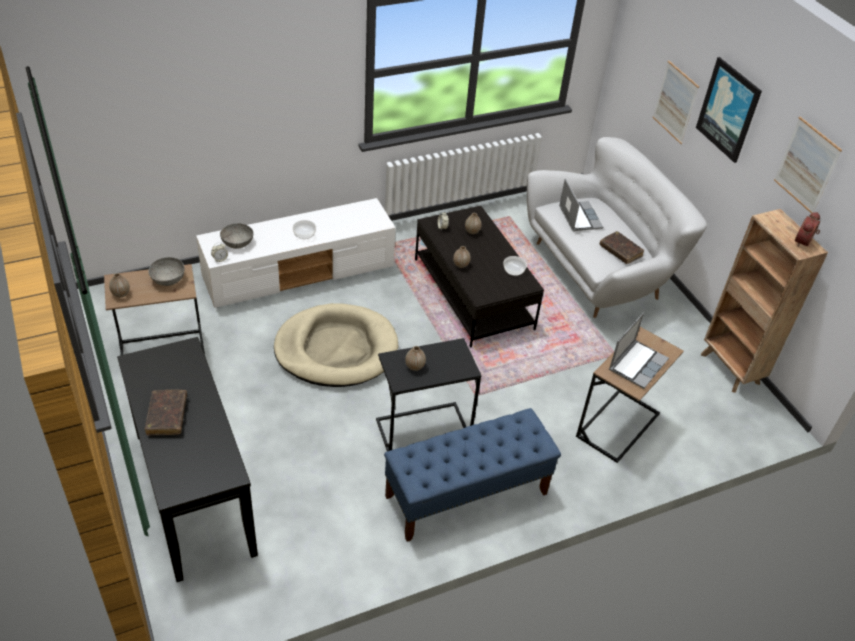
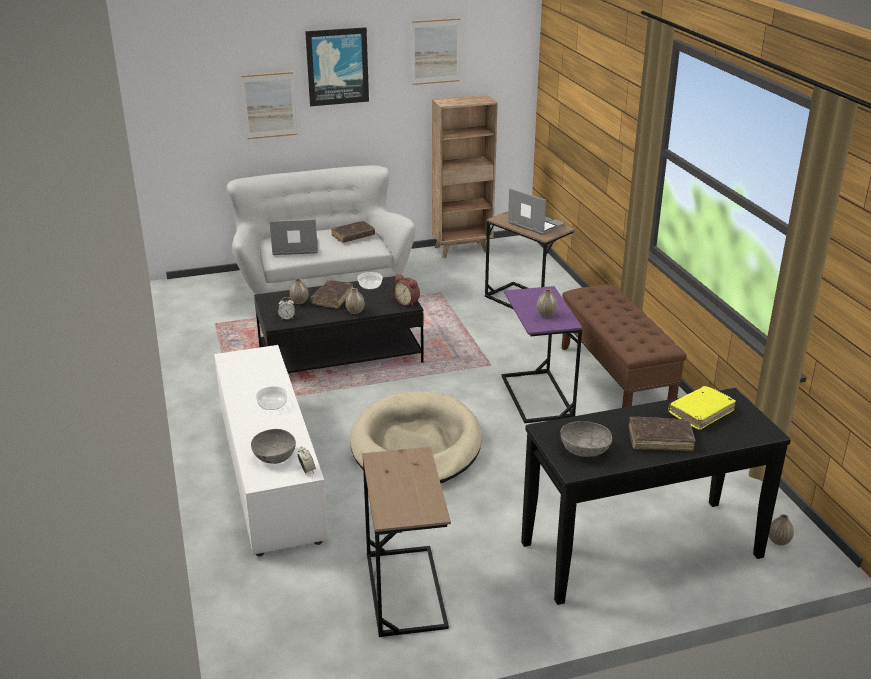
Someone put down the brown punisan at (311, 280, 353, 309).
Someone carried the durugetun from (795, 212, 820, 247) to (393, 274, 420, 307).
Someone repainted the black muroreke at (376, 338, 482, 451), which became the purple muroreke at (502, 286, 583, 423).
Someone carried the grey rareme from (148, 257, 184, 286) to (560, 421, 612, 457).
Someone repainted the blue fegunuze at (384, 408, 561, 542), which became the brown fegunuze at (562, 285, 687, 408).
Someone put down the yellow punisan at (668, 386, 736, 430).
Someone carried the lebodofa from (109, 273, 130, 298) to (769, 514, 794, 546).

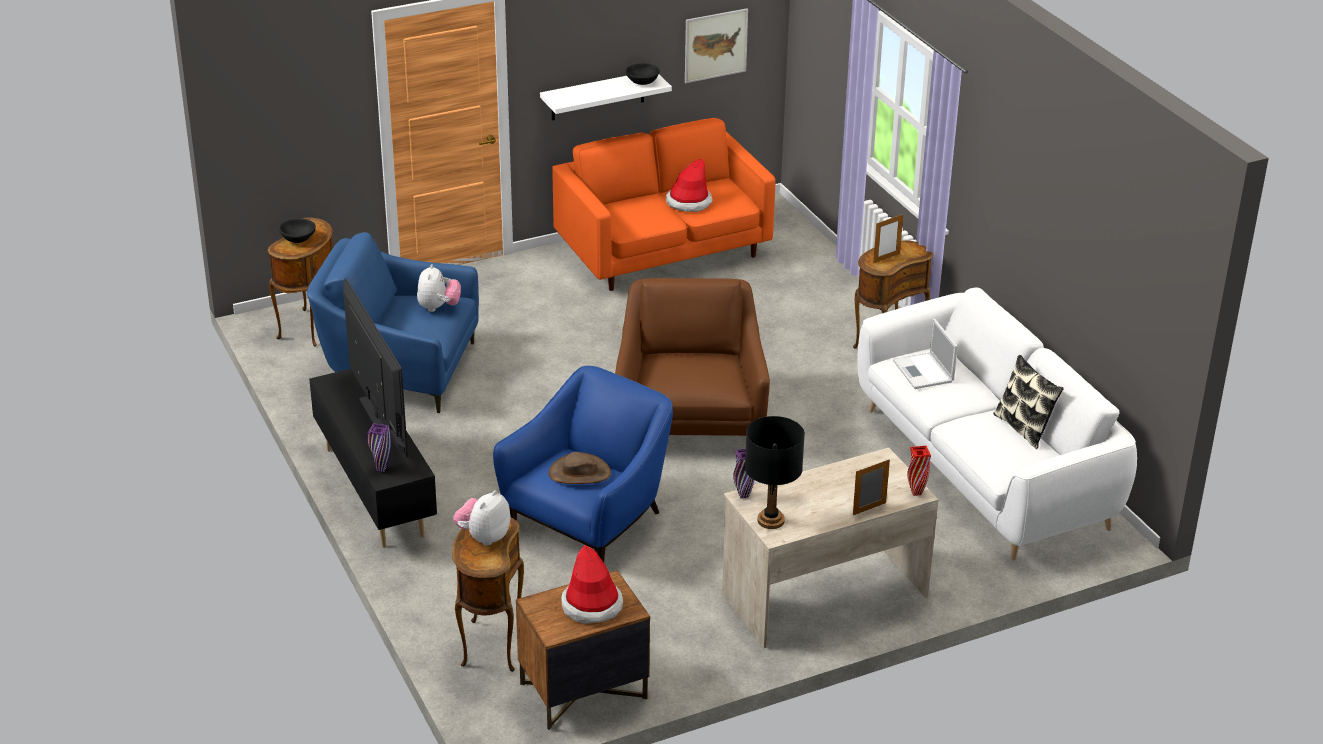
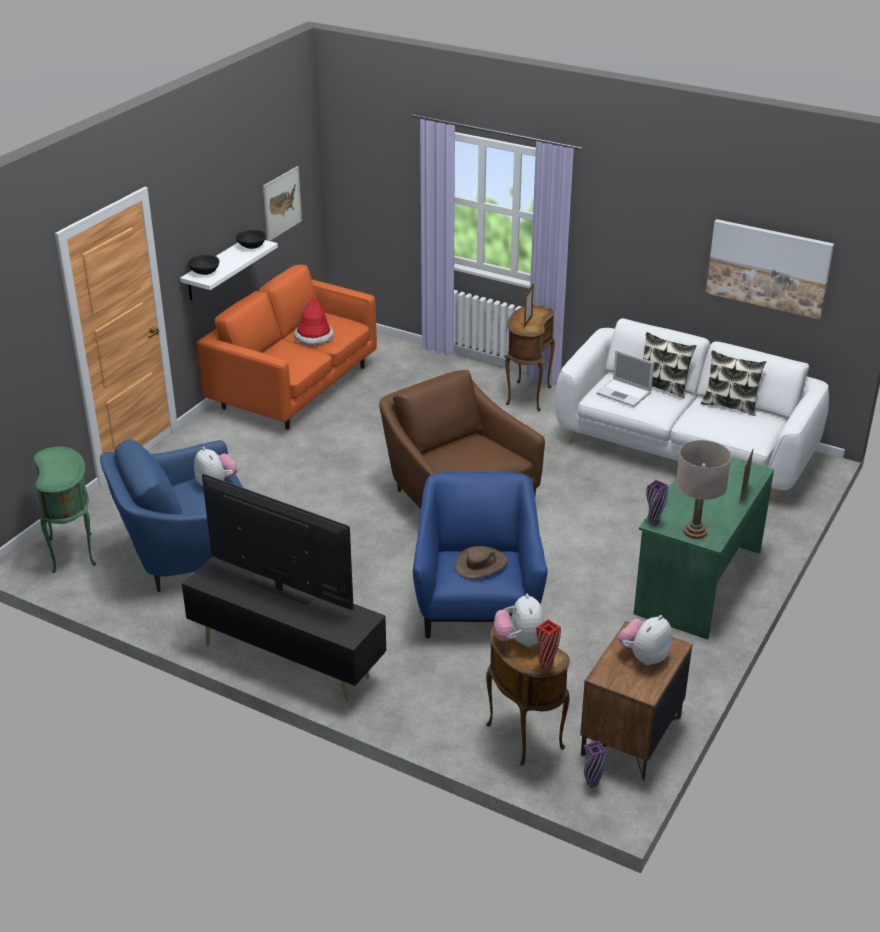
Someone repainted the brown muroreke at (268, 218, 333, 347), which became the green muroreke at (33, 447, 96, 573).
Someone carried the black rareme from (279, 218, 316, 243) to (188, 255, 219, 275).
Someone carried the red lebodofa from (907, 446, 931, 496) to (536, 620, 561, 671).
Someone carried the purple lebodofa from (367, 423, 391, 472) to (584, 741, 607, 788).
Someone swapped the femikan at (561, 545, 623, 624) for the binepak at (618, 615, 672, 665).
Someone repainted the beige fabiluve at (722, 448, 939, 648), which became the green fabiluve at (634, 457, 774, 640).
Someone put down the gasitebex at (643, 332, 697, 398).
Someone repainted the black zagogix at (745, 416, 805, 529), which became the beige zagogix at (676, 440, 731, 539).
Someone put up the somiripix at (706, 219, 834, 320).

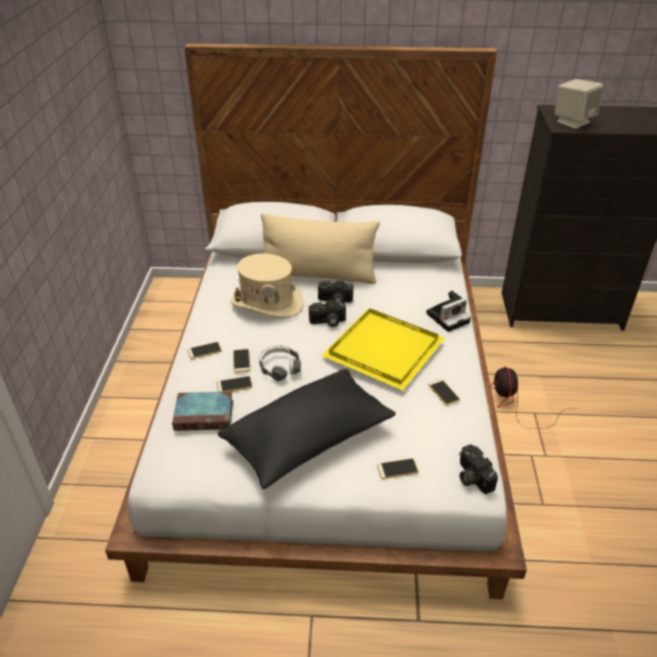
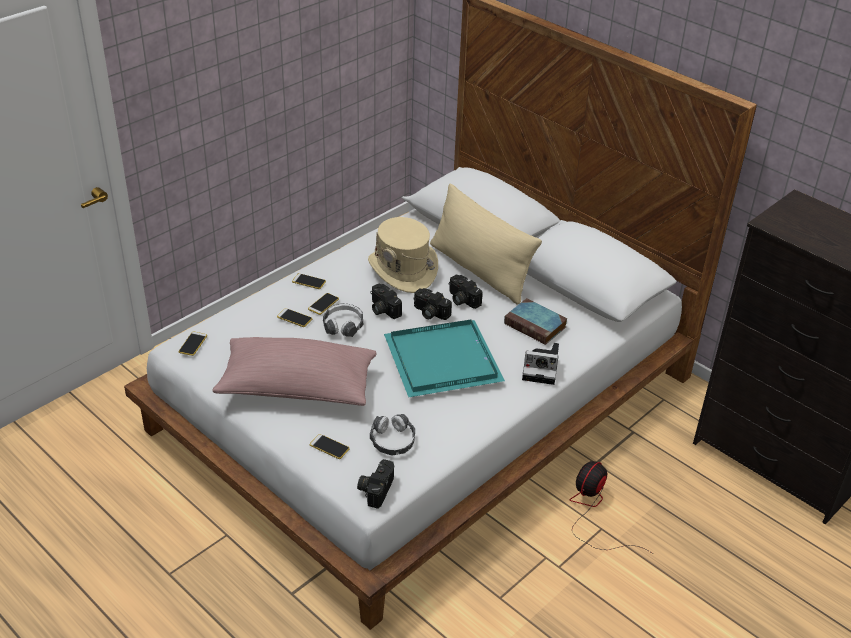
Someone carried the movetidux from (428, 379, 460, 405) to (178, 332, 207, 356).
Someone repainted the black gasitebex at (218, 369, 396, 489), which became the pink gasitebex at (213, 337, 377, 406).
Someone put down the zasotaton at (370, 284, 402, 319).
Someone put down the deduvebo at (370, 414, 415, 456).
Someone repainted the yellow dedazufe at (321, 308, 445, 390), which became the turquoise dedazufe at (384, 320, 505, 397).
Someone carried the punisan from (172, 392, 233, 431) to (504, 298, 568, 345).
Someone took away the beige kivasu at (555, 79, 603, 129).

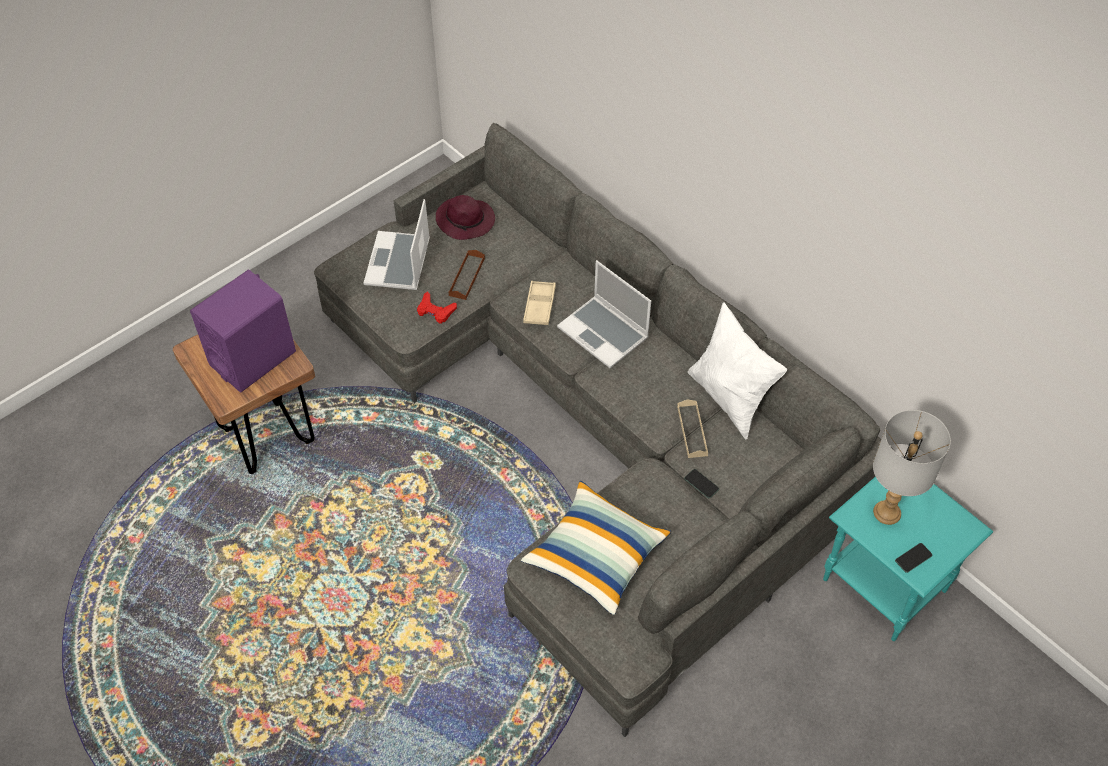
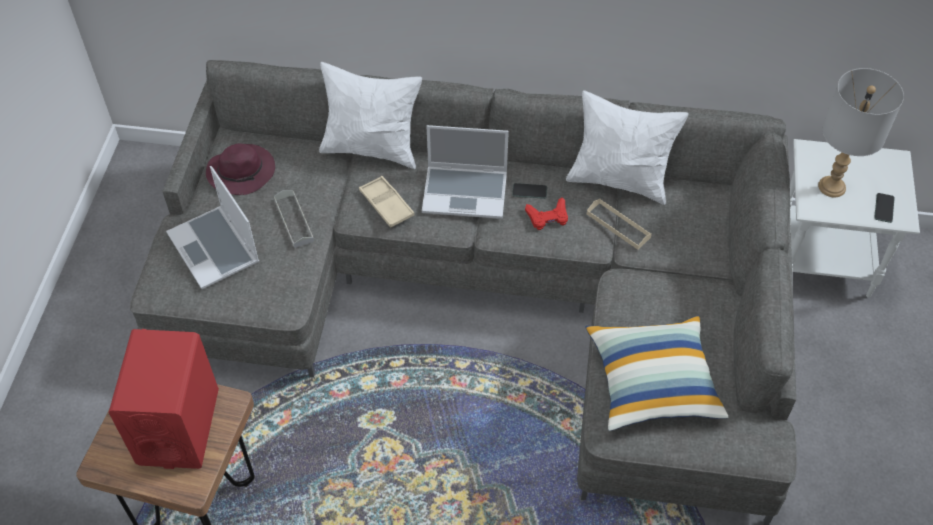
Someone repainted the purple kivasu at (190, 270, 296, 392), which became the red kivasu at (108, 329, 219, 469).
Someone repainted the brown dedazufe at (449, 250, 485, 300), which became the grey dedazufe at (274, 190, 314, 248).
Someone put down the white gasitebex at (319, 62, 422, 169).
Someone carried the movetidux from (684, 469, 719, 498) to (512, 183, 547, 199).
Someone carried the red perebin from (417, 292, 457, 324) to (525, 198, 568, 230).
Someone repainted the turquoise muroreke at (823, 476, 994, 641), which became the white muroreke at (790, 139, 920, 298).

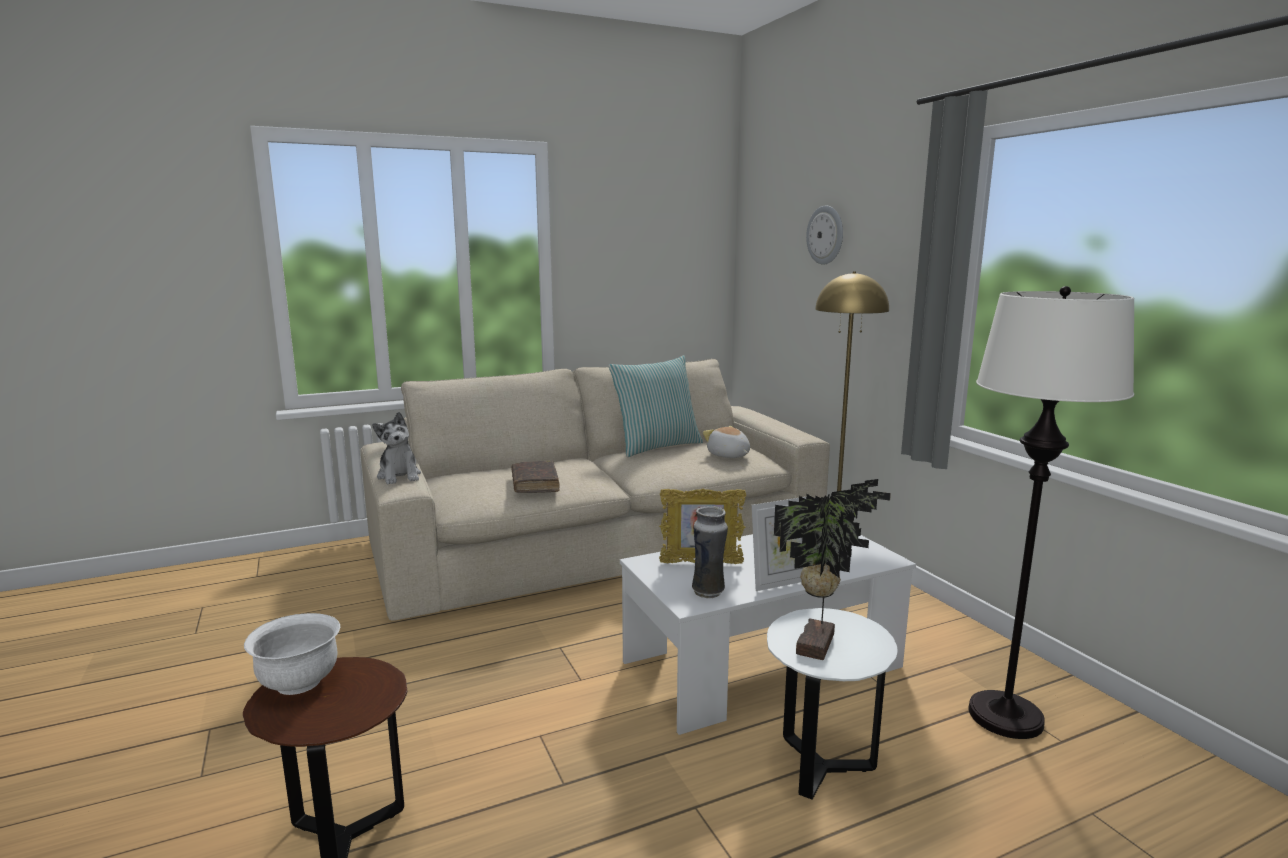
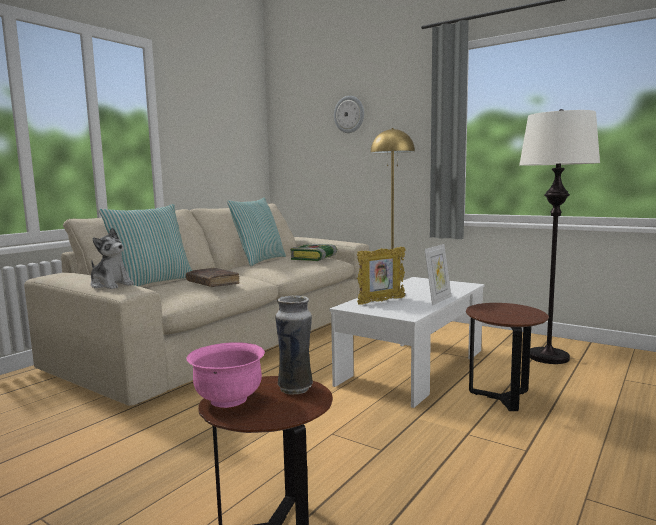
Someone put down the gasitebex at (99, 204, 192, 286).
Someone repainted the white rareme at (244, 613, 340, 695), which became the pink rareme at (187, 342, 265, 408).
Someone carried the lebodofa from (692, 506, 728, 598) to (276, 295, 313, 395).
Someone swapped the binepak at (703, 426, 750, 458) for the punisan at (291, 244, 337, 261).
Someone repainted the white muroreke at (767, 608, 897, 800), which became the brown muroreke at (466, 303, 549, 411).
Someone took away the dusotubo at (774, 479, 891, 660).

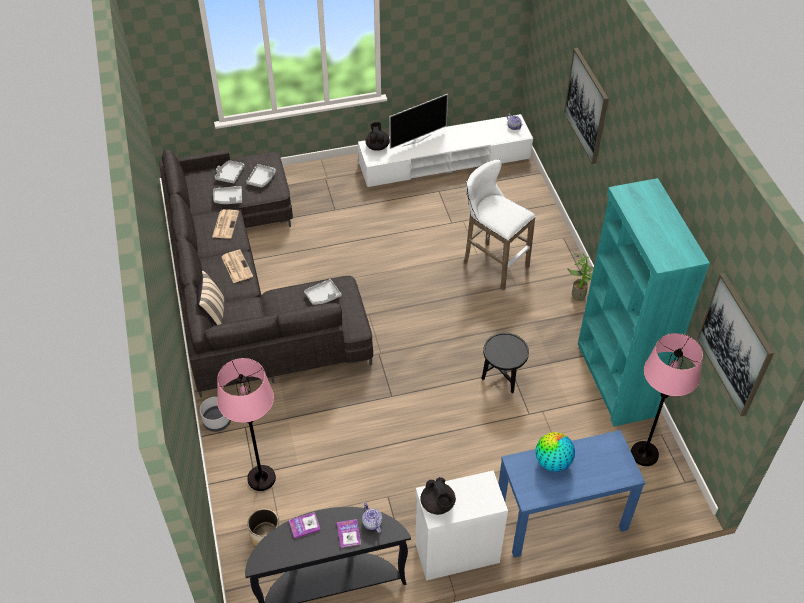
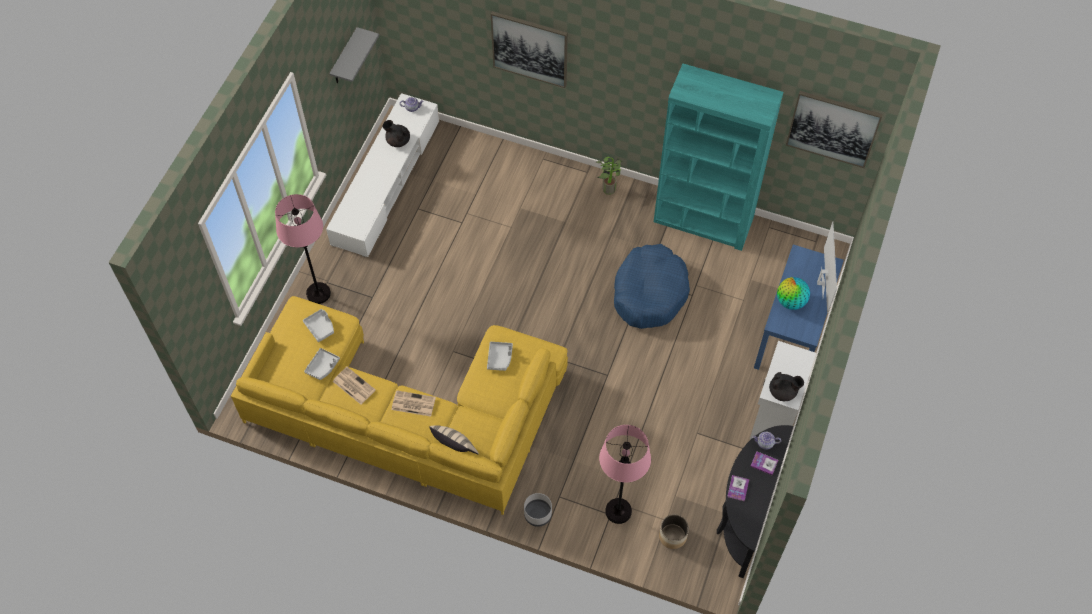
Someone repainted the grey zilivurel at (159, 149, 373, 398), which became the yellow zilivurel at (231, 296, 568, 515).
Someone carried the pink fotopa from (631, 333, 703, 466) to (275, 194, 331, 304).
Someone put up the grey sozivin at (329, 27, 379, 83).
Someone carried the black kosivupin from (366, 122, 390, 151) to (383, 120, 410, 147).
Someone swapped the black muroreke at (482, 333, 529, 393) for the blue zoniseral at (614, 244, 690, 329).
Someone carried the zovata from (389, 94, 448, 149) to (817, 222, 837, 313).
Someone took away the grey dedazufe at (215, 160, 244, 183).
Someone took away the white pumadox at (464, 159, 536, 290).

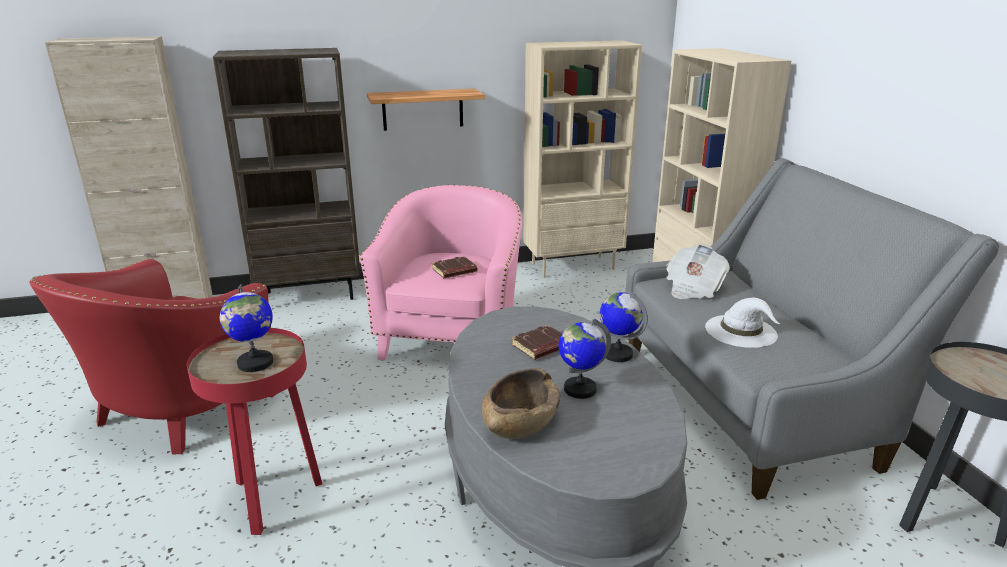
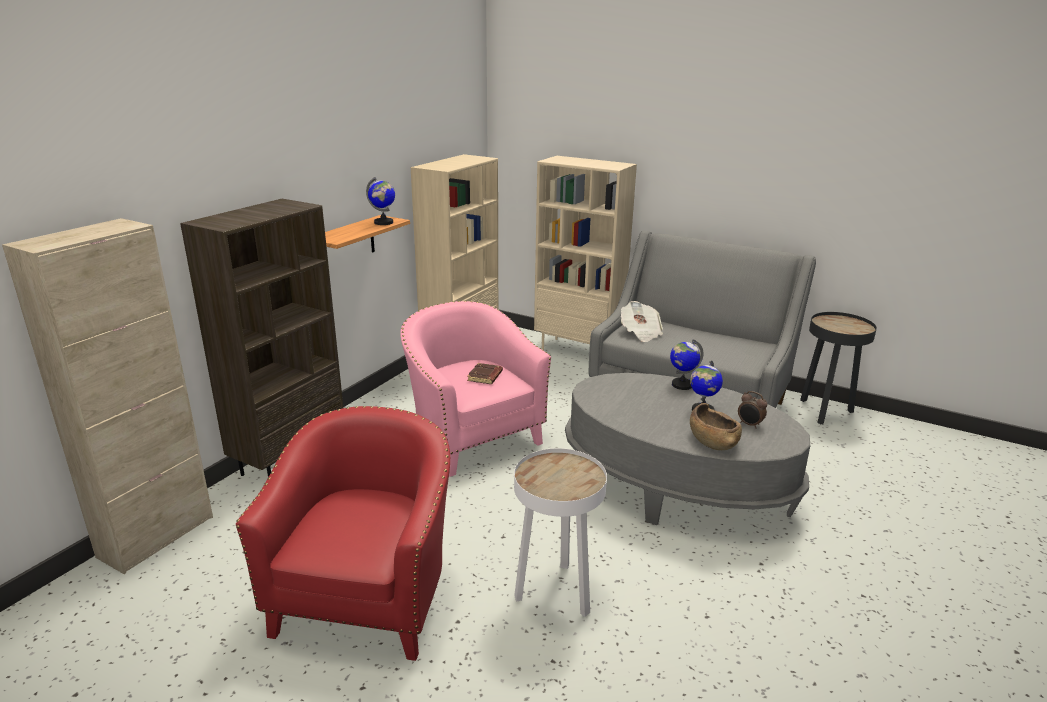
Someone rotated the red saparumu at (29, 259, 275, 455) by 150 degrees counterclockwise.
Someone carried the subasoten from (220, 284, 273, 372) to (366, 177, 395, 225).
Someone repainted the red muroreke at (187, 328, 322, 535), which became the white muroreke at (514, 448, 607, 617).
Someone put down the durugetun at (738, 391, 767, 429).
Someone took away the brown punisan at (512, 325, 562, 360).
Someone took away the white femikan at (705, 297, 780, 348).

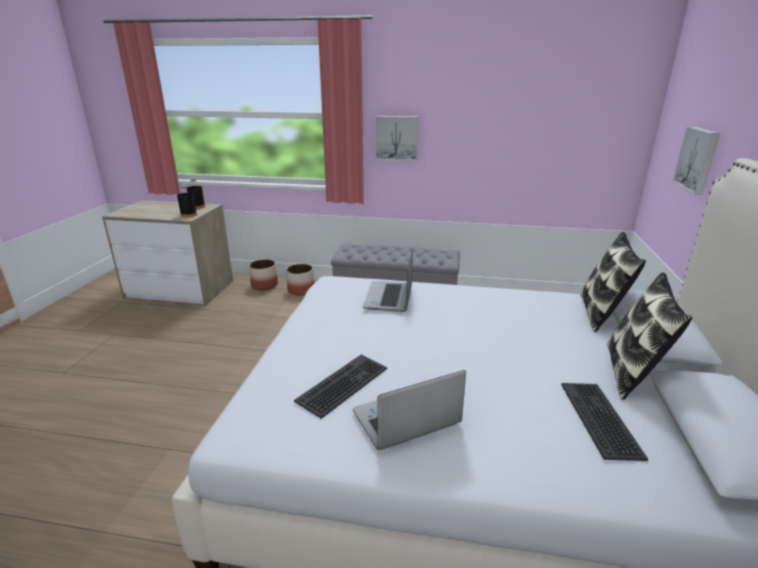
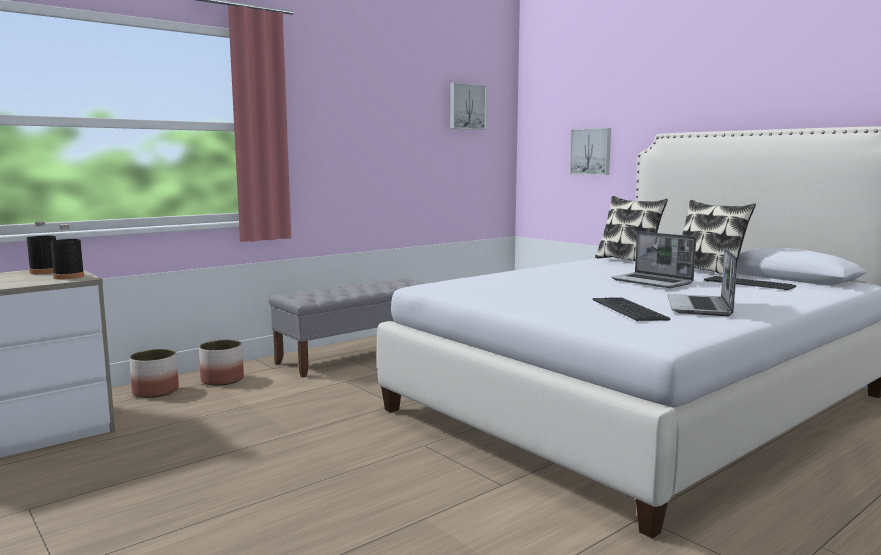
Someone carried the somiripix from (375, 116, 418, 161) to (450, 83, 487, 130).
Someone carried the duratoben from (363, 248, 413, 312) to (611, 231, 696, 288).

